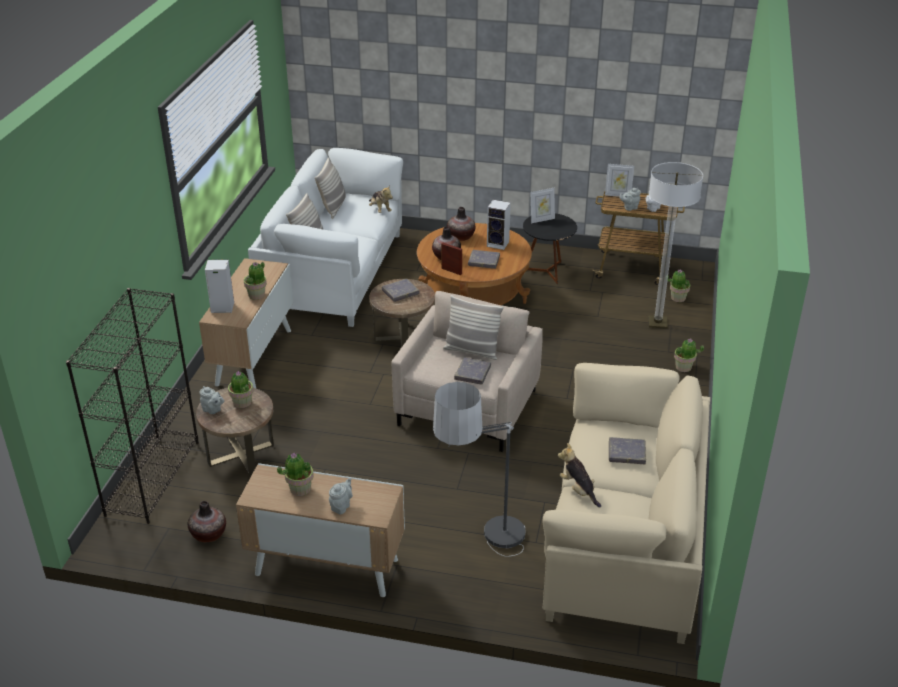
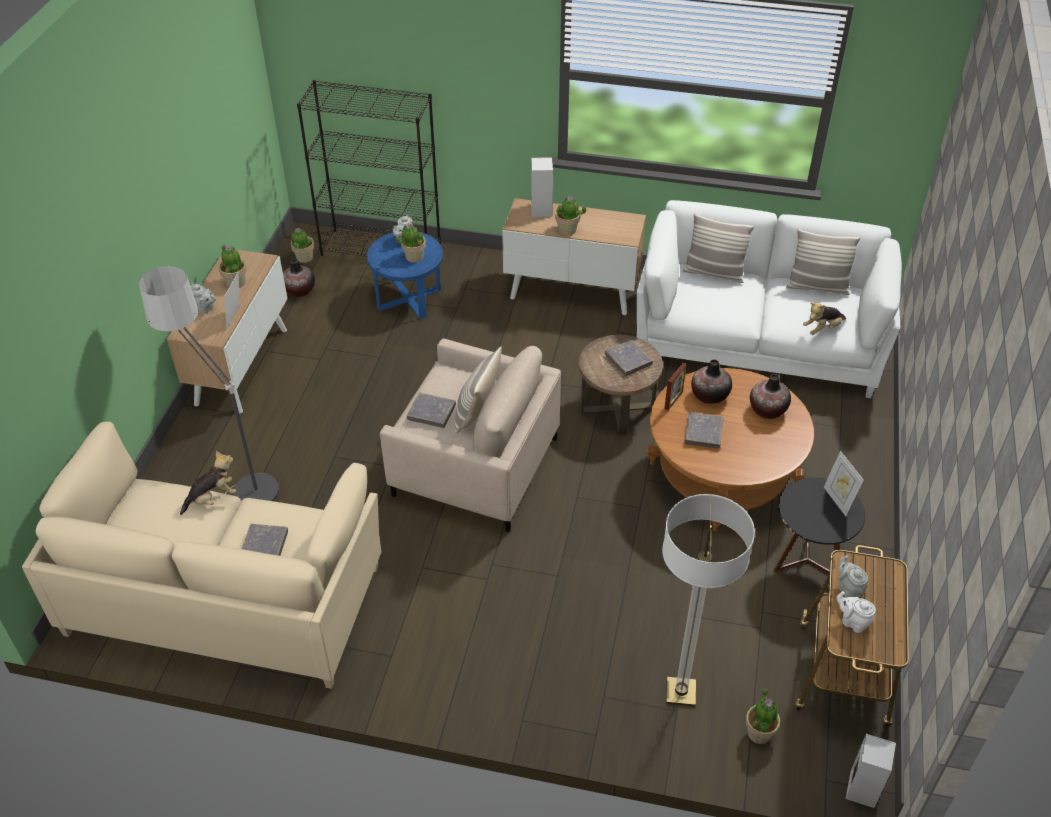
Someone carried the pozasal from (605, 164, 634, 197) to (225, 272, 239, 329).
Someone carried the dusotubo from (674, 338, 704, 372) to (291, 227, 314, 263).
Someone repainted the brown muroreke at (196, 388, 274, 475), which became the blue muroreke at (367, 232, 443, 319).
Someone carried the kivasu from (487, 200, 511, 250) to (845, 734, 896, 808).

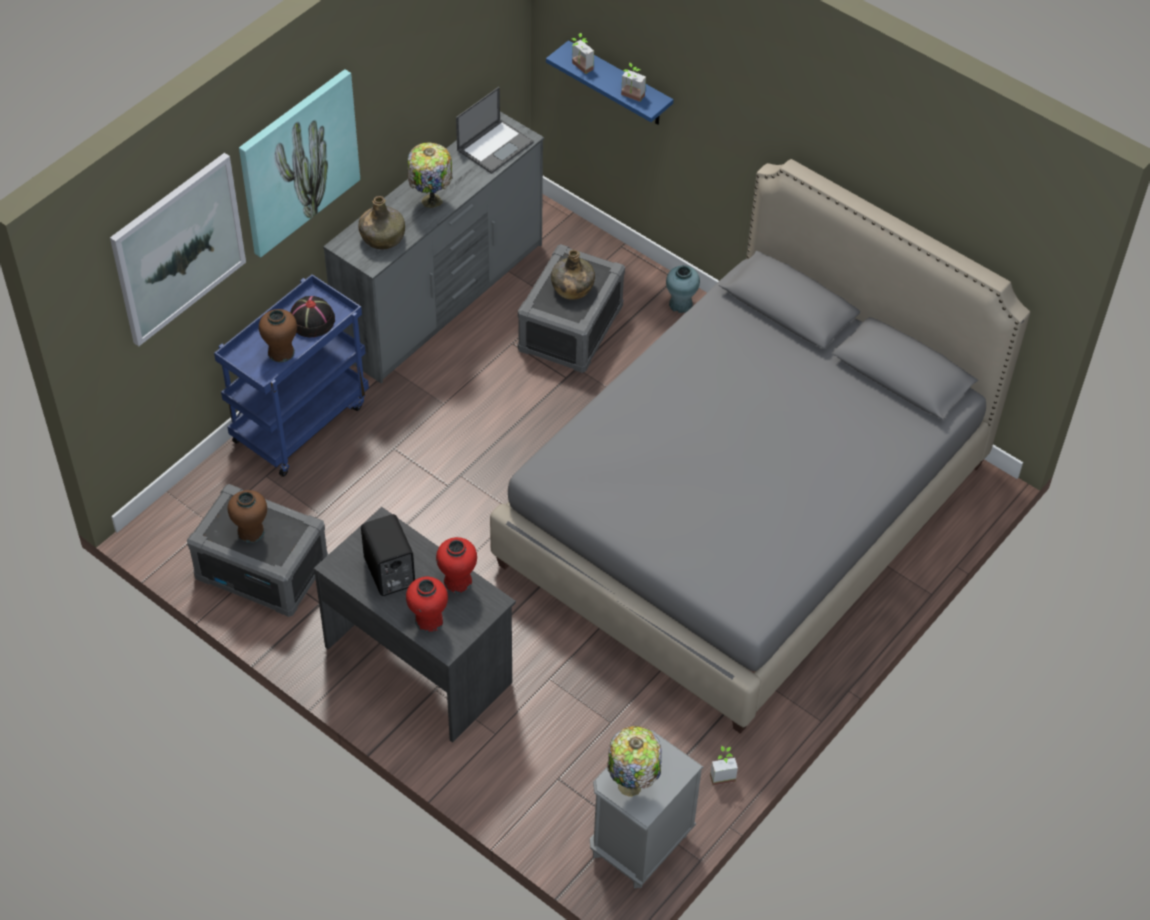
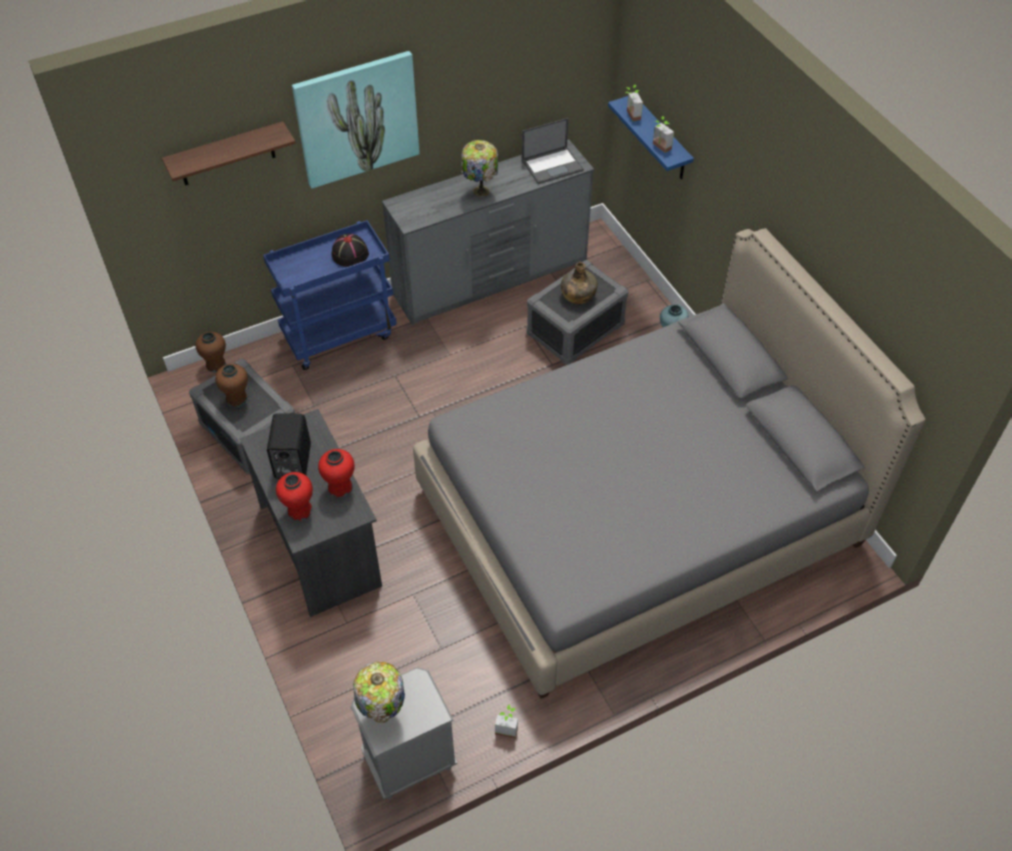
Someone swapped the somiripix at (110, 153, 246, 346) for the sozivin at (162, 121, 296, 185).
Someone carried the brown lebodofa from (259, 309, 297, 363) to (195, 332, 226, 373).
Someone took away the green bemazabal at (358, 196, 405, 249).

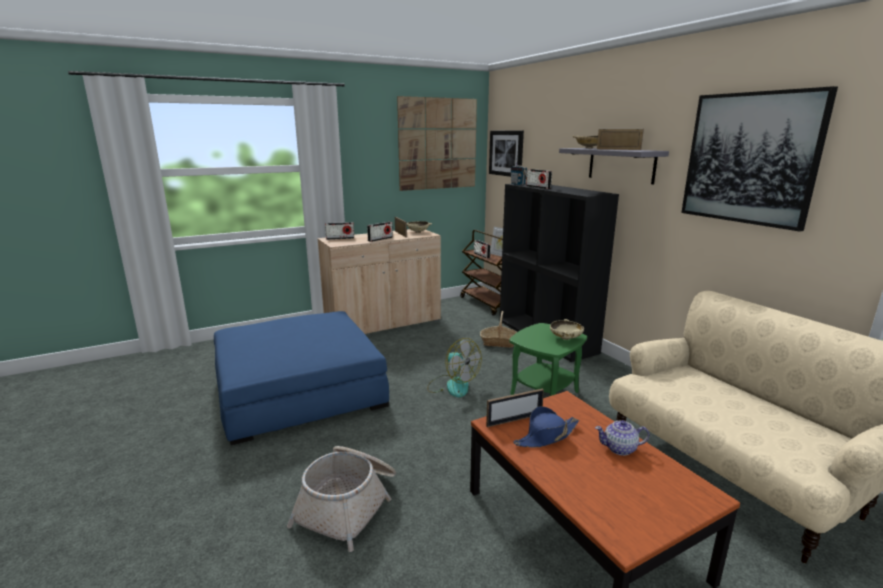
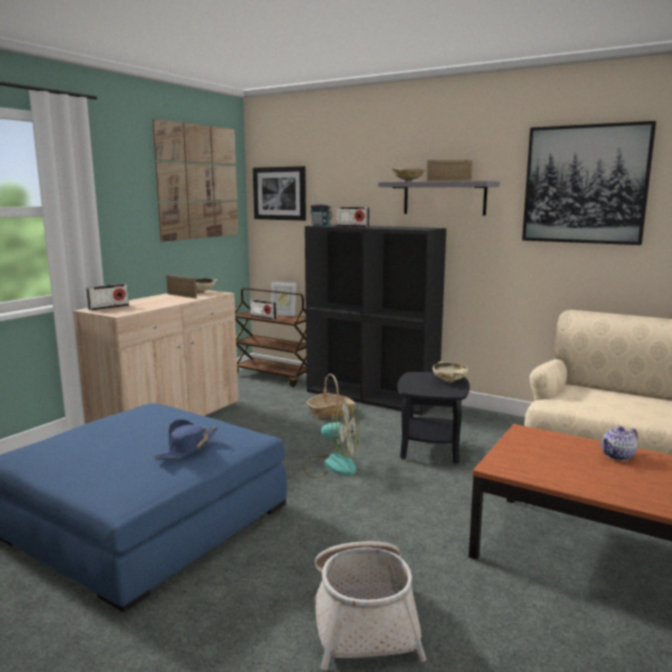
Someone carried the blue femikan from (513, 406, 579, 447) to (155, 419, 218, 460).
Someone repainted the green muroreke at (509, 323, 587, 396), which became the black muroreke at (398, 372, 470, 464).
Someone took away the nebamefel at (367, 222, 393, 242).
Someone took away the pozasal at (486, 389, 544, 427).

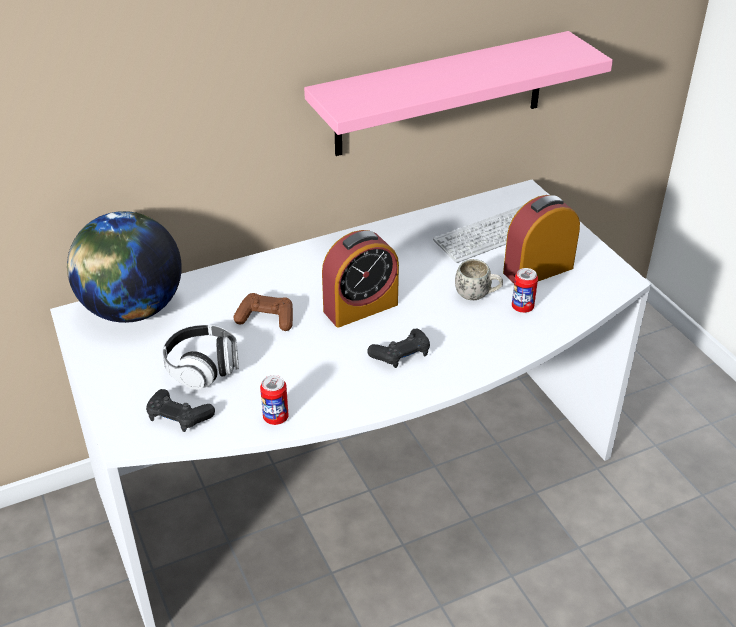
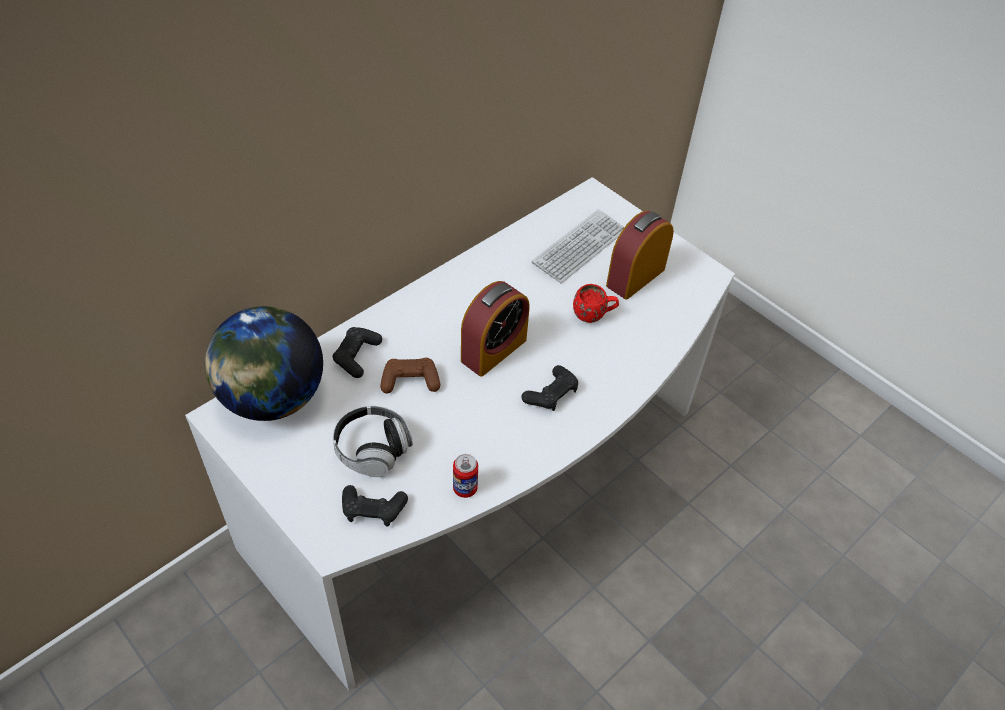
Someone put down the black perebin at (332, 327, 382, 378).
Someone repainted the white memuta at (455, 259, 503, 300), which became the red memuta at (573, 284, 619, 323).
Someone took away the pink sozivin at (304, 31, 613, 156).
Someone took away the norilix at (512, 268, 538, 313).

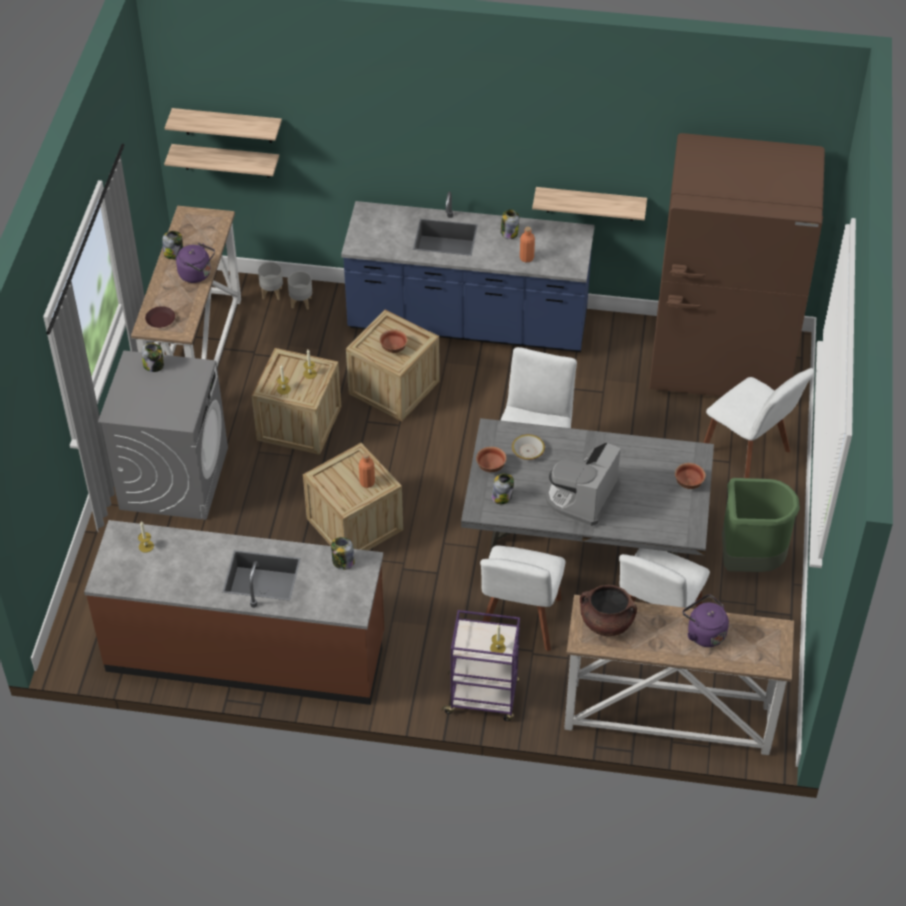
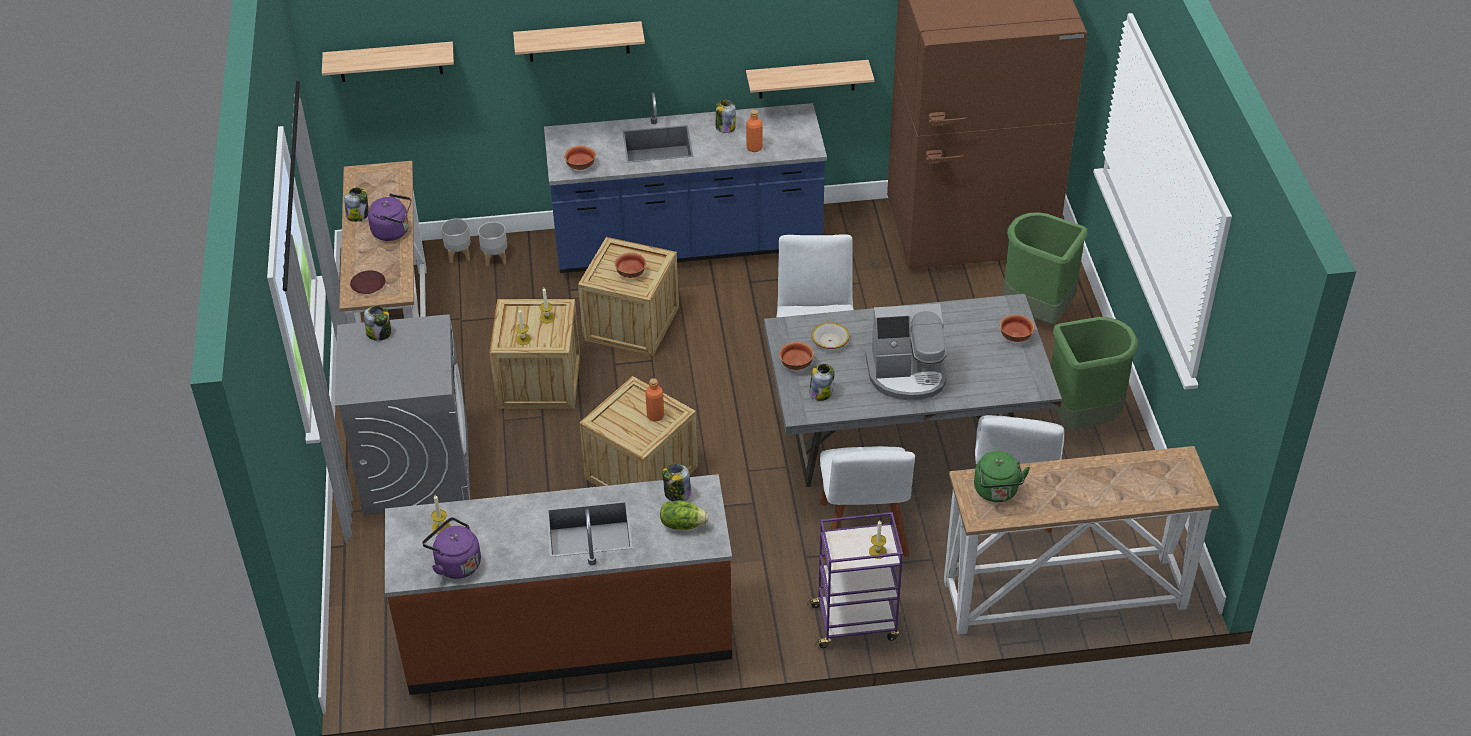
Someone carried the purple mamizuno from (683, 594, 729, 647) to (422, 517, 481, 579).
Someone carried the sozivin from (164, 144, 279, 178) to (513, 21, 645, 62).
Someone put down the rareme at (564, 146, 596, 170).
Someone put down the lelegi at (660, 501, 709, 530).
Someone rotated the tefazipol at (545, 442, 621, 526) by 105 degrees counterclockwise.
Someone swapped the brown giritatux at (580, 585, 637, 636) for the green mamizuno at (974, 451, 1030, 502).
Someone swapped the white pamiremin at (704, 368, 815, 478) for the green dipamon at (1003, 212, 1088, 324).

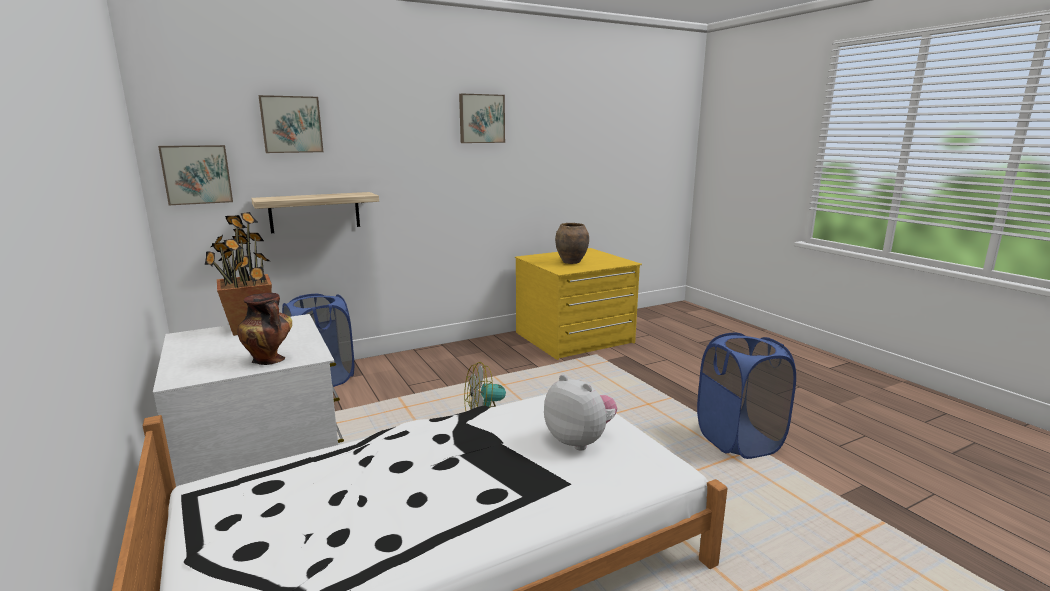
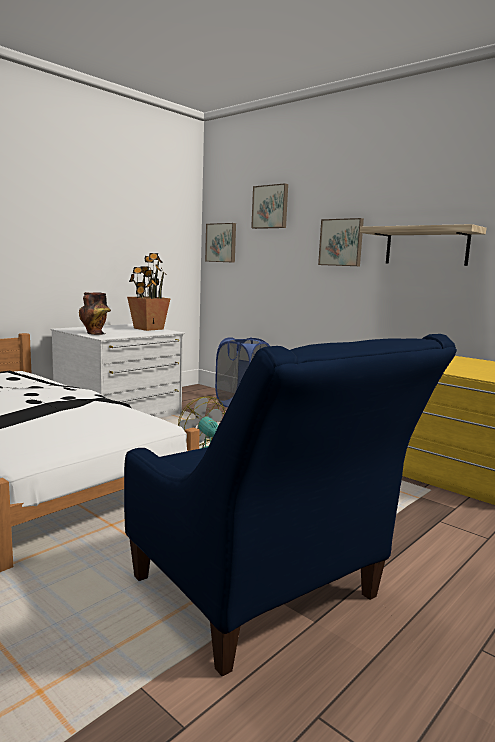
Someone swapped the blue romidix at (697, 333, 796, 459) for the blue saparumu at (124, 334, 457, 677).
Someone carried the somiripix from (459, 93, 505, 143) to (318, 218, 364, 266).
Someone carried the sozivin from (251, 192, 379, 233) to (360, 224, 486, 266).
Someone took away the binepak at (544, 374, 617, 451).
Someone took away the brown lebodofa at (555, 223, 589, 264).

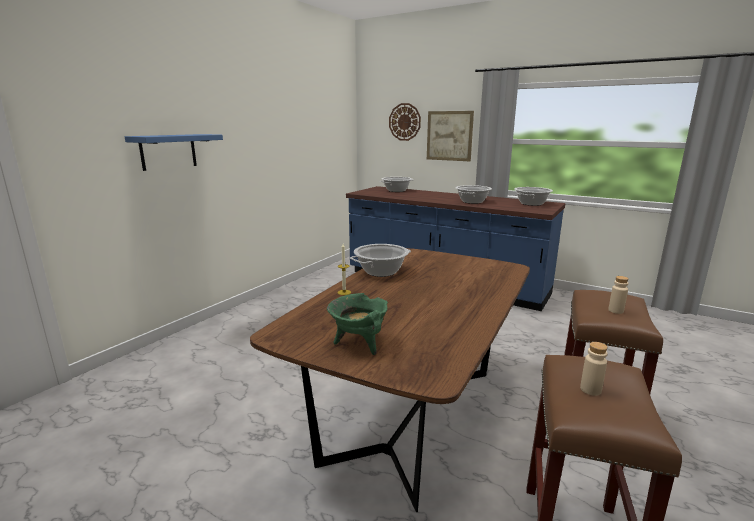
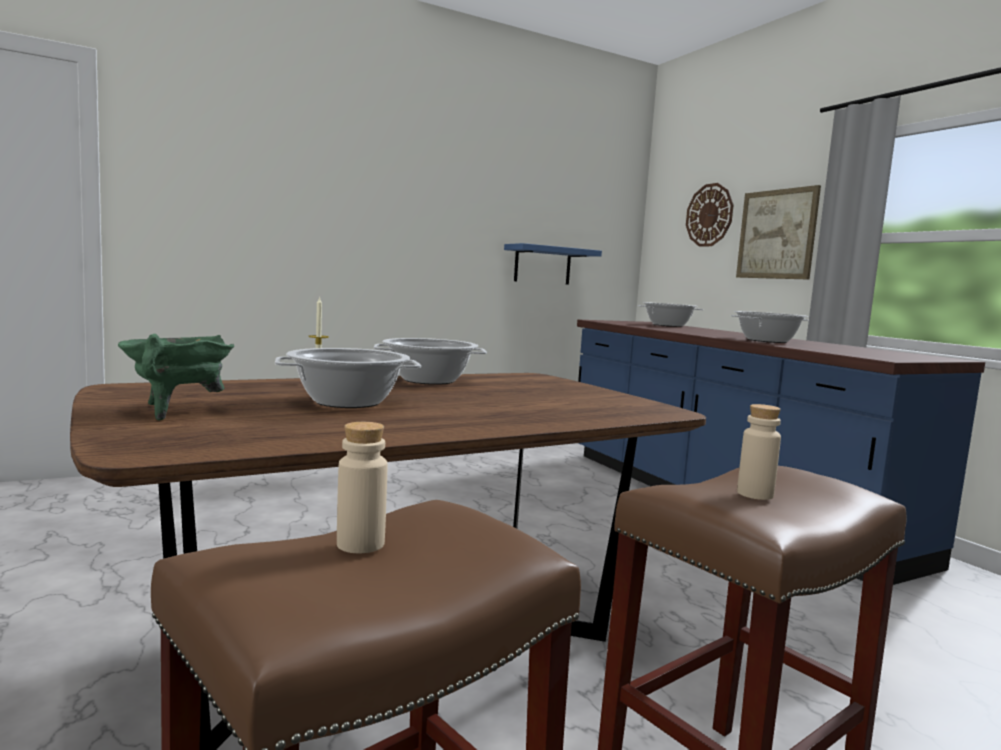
Someone carried the giritatux from (514, 187, 553, 206) to (275, 348, 421, 408).
Someone carried the blue sozivin from (125, 134, 223, 171) to (504, 243, 602, 285).

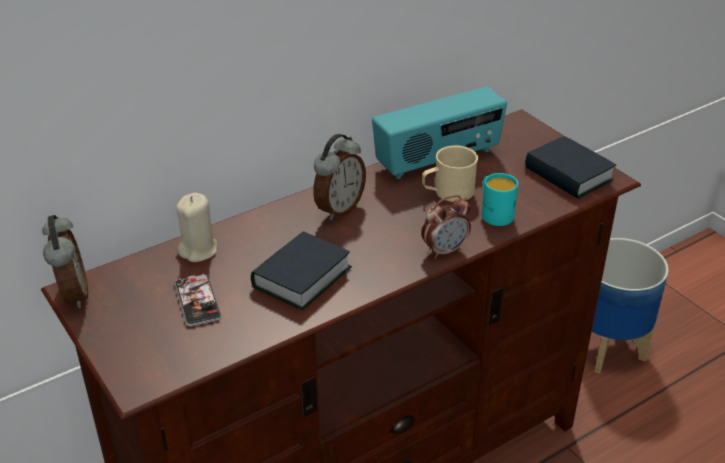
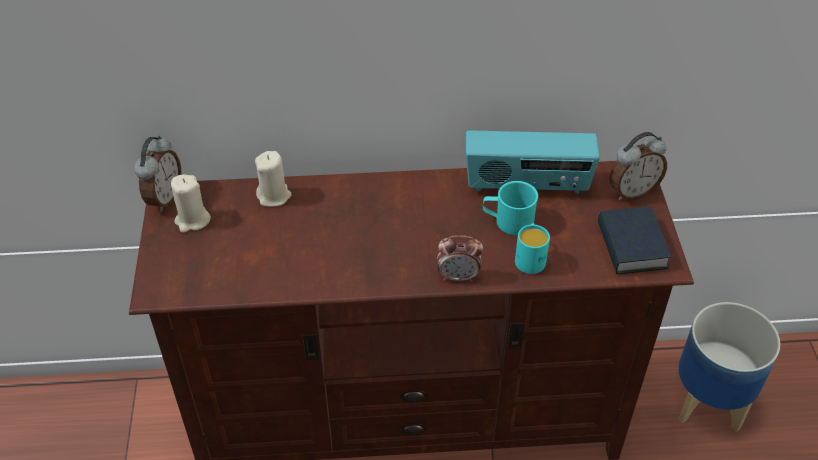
Someone put down the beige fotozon at (171, 175, 211, 233).
Someone repainted the beige memuta at (422, 145, 478, 202), which became the turquoise memuta at (483, 181, 538, 235).
Someone carried the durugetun from (313, 134, 366, 220) to (609, 132, 667, 200).
Someone took away the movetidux at (175, 274, 222, 327).
Someone took away the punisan at (251, 231, 352, 310).

